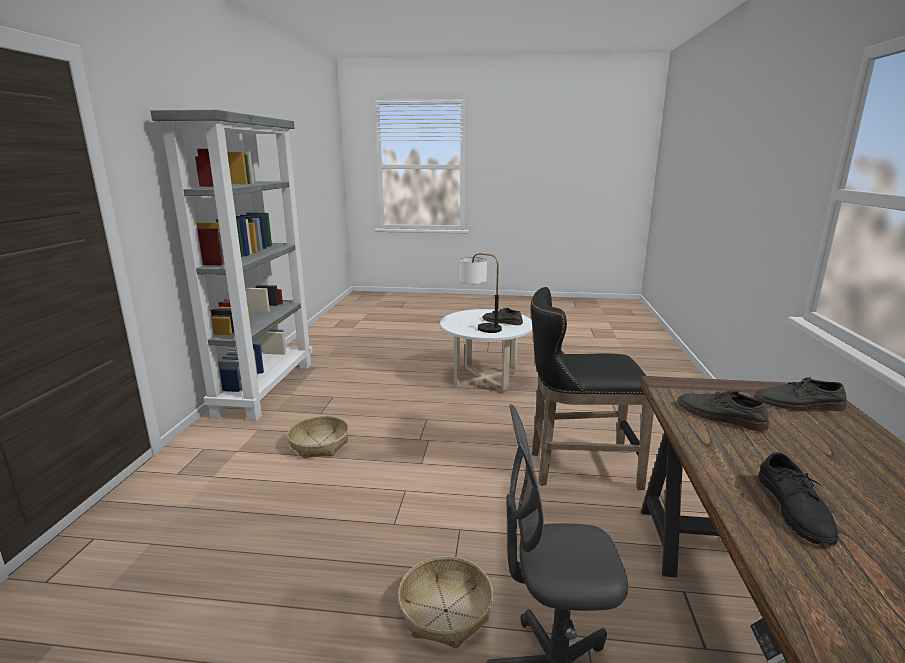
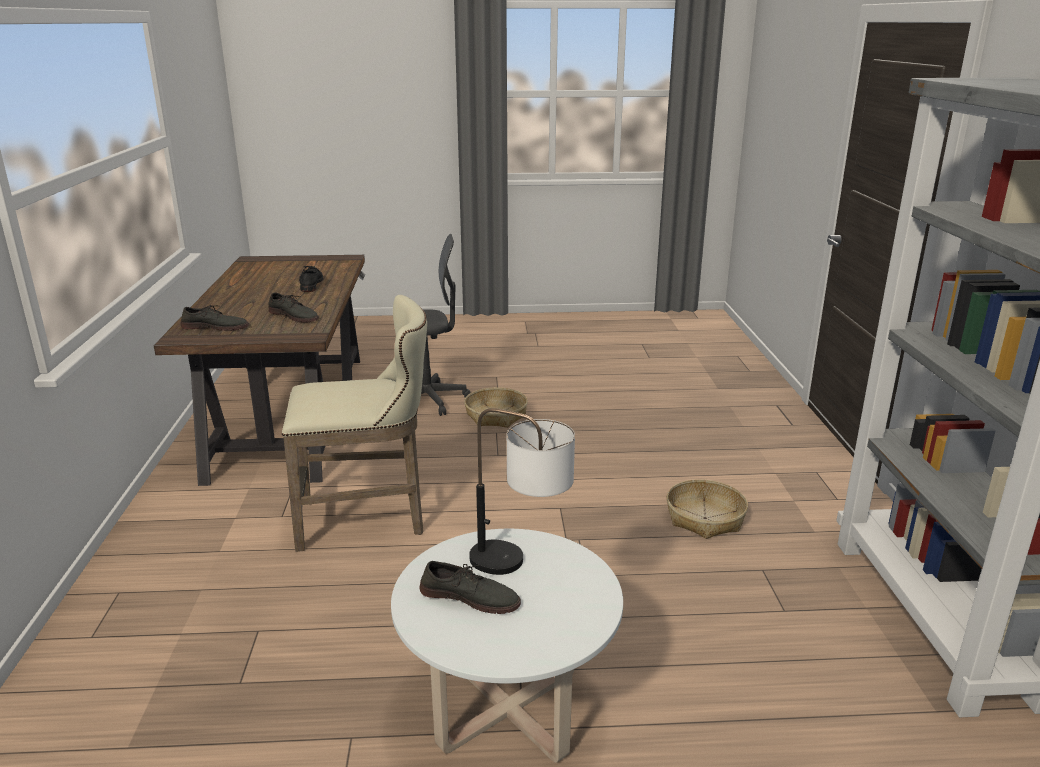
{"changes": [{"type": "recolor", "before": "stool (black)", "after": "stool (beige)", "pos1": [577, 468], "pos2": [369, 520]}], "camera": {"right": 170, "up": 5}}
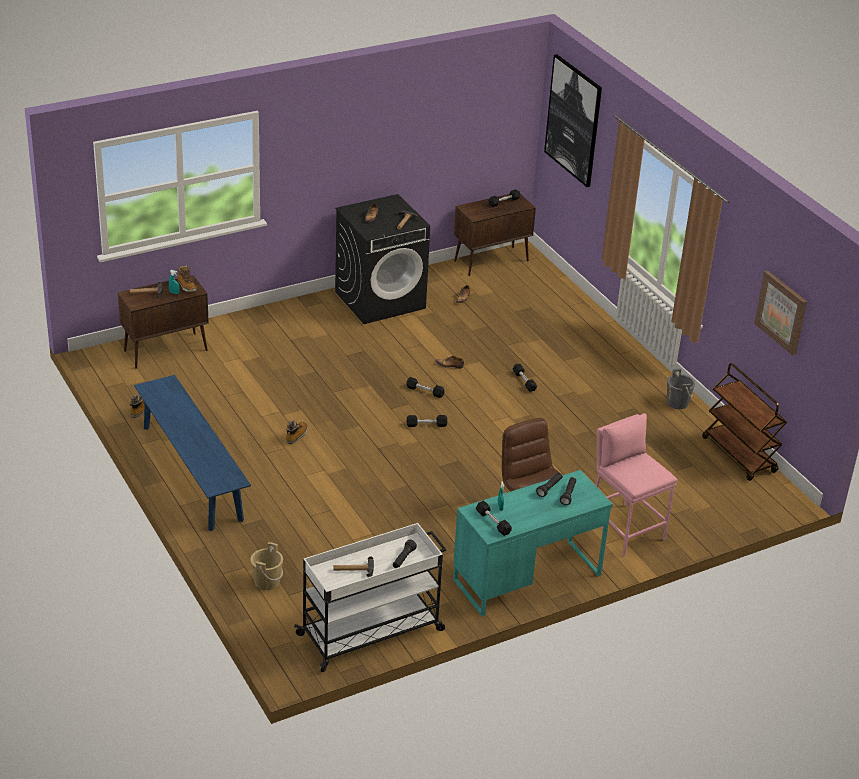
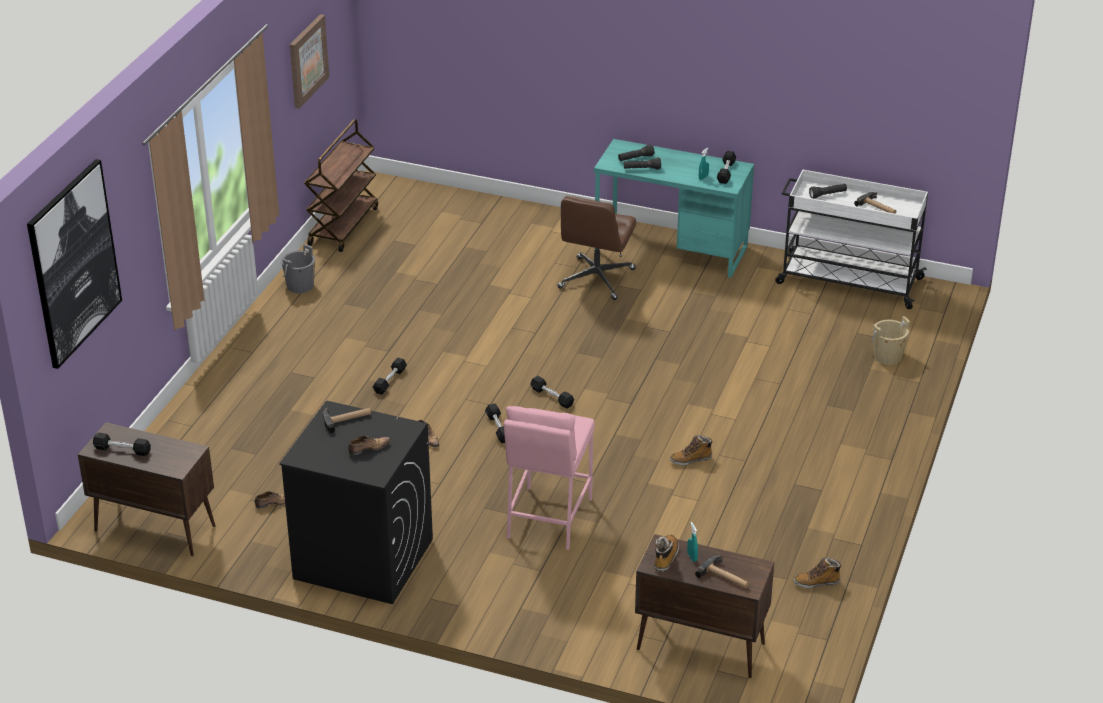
{"changes": [{"type": "move", "before": "stool (pink)", "pos1": [625, 529], "pos2": [548, 518]}, {"type": "delete", "before": "bench (blue)", "pos1": [192, 472]}], "camera": {"right": -130, "up": 0}}
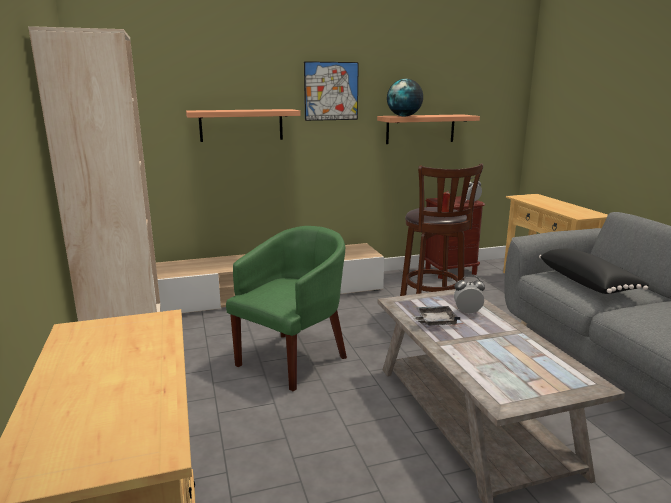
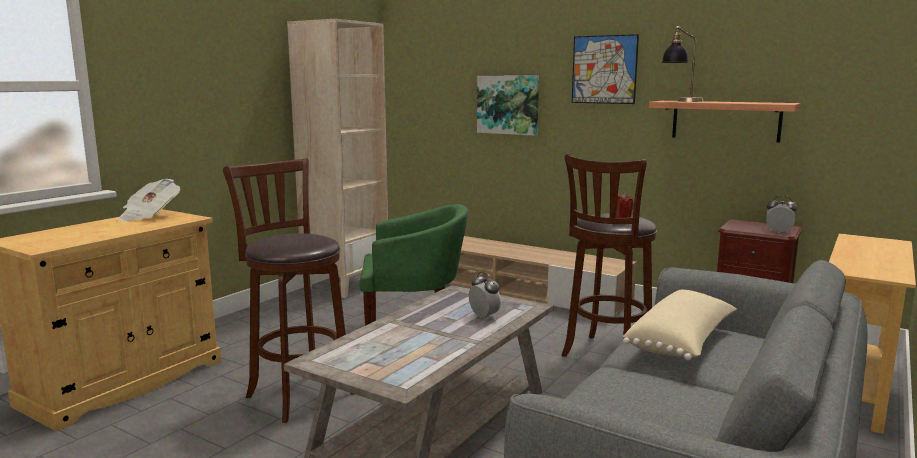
{"changes": [{"type": "insert", "after": "newspaper", "pos2": [149, 216]}, {"type": "insert", "after": "stool (brown)", "pos2": [298, 393]}, {"type": "replace", "before": "shelf", "after": "picture", "pos1": [241, 125], "pos2": [508, 104]}, {"type": "recolor", "before": "pillow (black)", "after": "pillow (beige)", "pos1": [588, 282], "pos2": [683, 342]}, {"type": "replace", "before": "globe", "after": "table lamp", "pos1": [404, 116], "pos2": [681, 101]}, {"type": "delete", "before": "tray (grey)", "pos1": [434, 321]}], "camera": {"right": 50, "up": -5}}
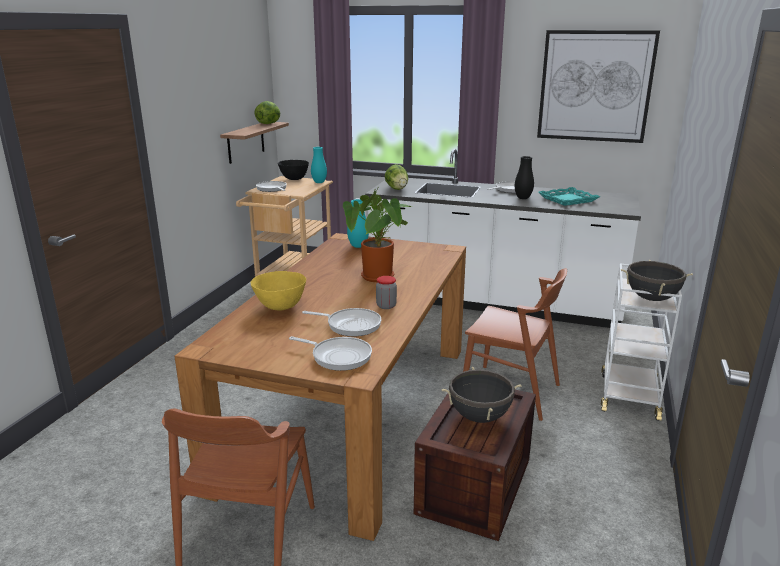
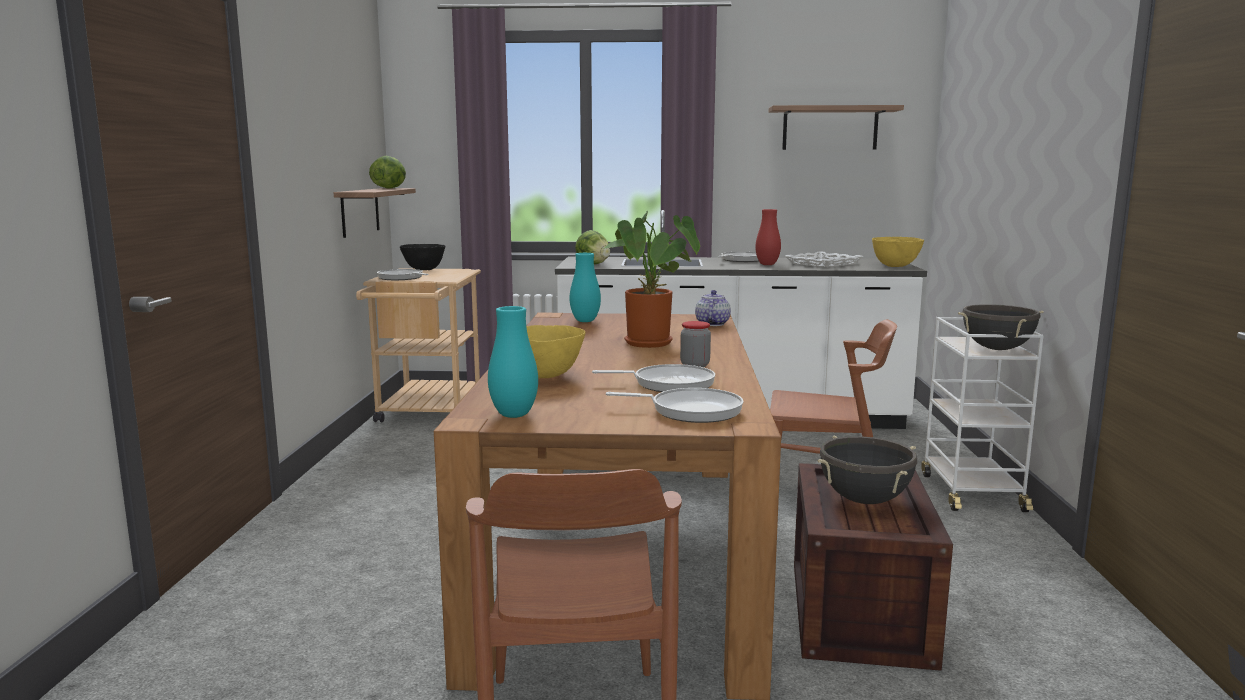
{"changes": [{"type": "move", "before": "vase (turquoise)", "pos1": [319, 182], "pos2": [514, 415]}, {"type": "insert", "after": "teapot", "pos2": [712, 324]}, {"type": "recolor", "before": "vase (black)", "after": "vase (red)", "pos1": [523, 198], "pos2": [767, 264]}, {"type": "replace", "before": "picture", "after": "shelf", "pos1": [595, 86], "pos2": [830, 128]}, {"type": "recolor", "before": "tray (turquoise)", "after": "tray (white)", "pos1": [567, 200], "pos2": [823, 264]}, {"type": "insert", "after": "bowl (yellow)", "pos2": [895, 266]}], "camera": {"right": -15, "up": -10}}
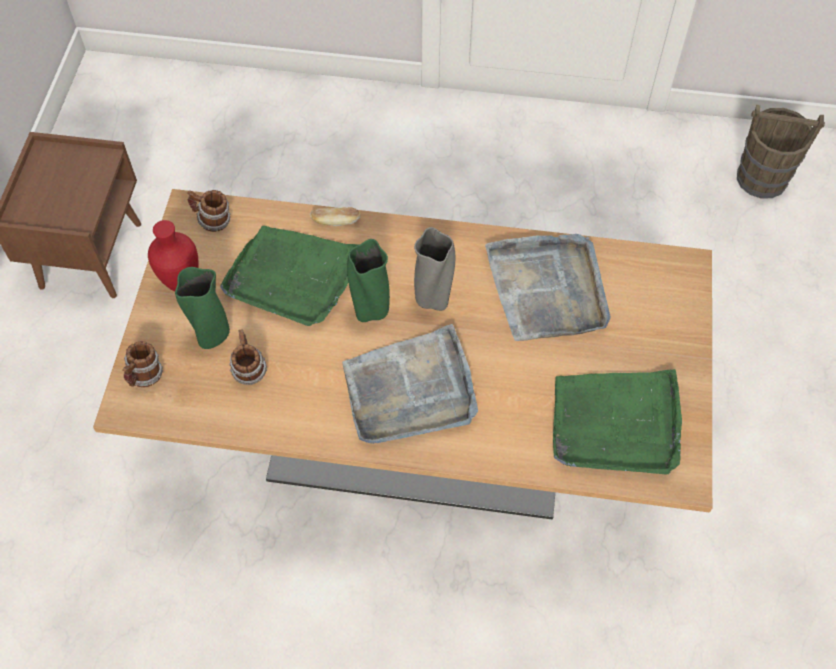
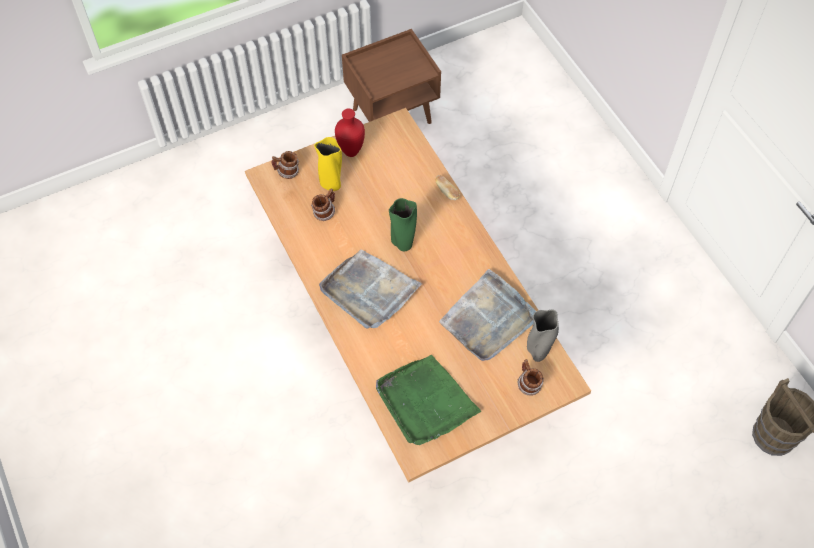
{"changes": [{"type": "recolor", "before": "vase (green)", "after": "vase (yellow)", "pos1": [212, 336], "pos2": [331, 184]}, {"type": "move", "before": "mug", "pos1": [212, 221], "pos2": [528, 384]}, {"type": "move", "before": "vase (grey)", "pos1": [433, 300], "pos2": [538, 352]}, {"type": "delete", "before": "tray (green)", "pos1": [293, 277]}], "camera": {"right": 55, "up": 0}}
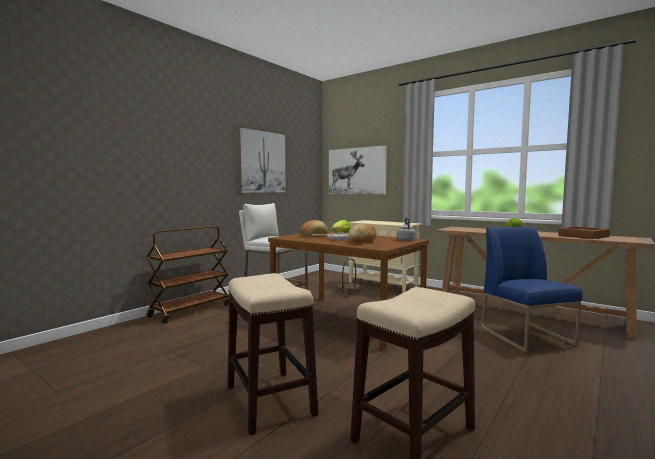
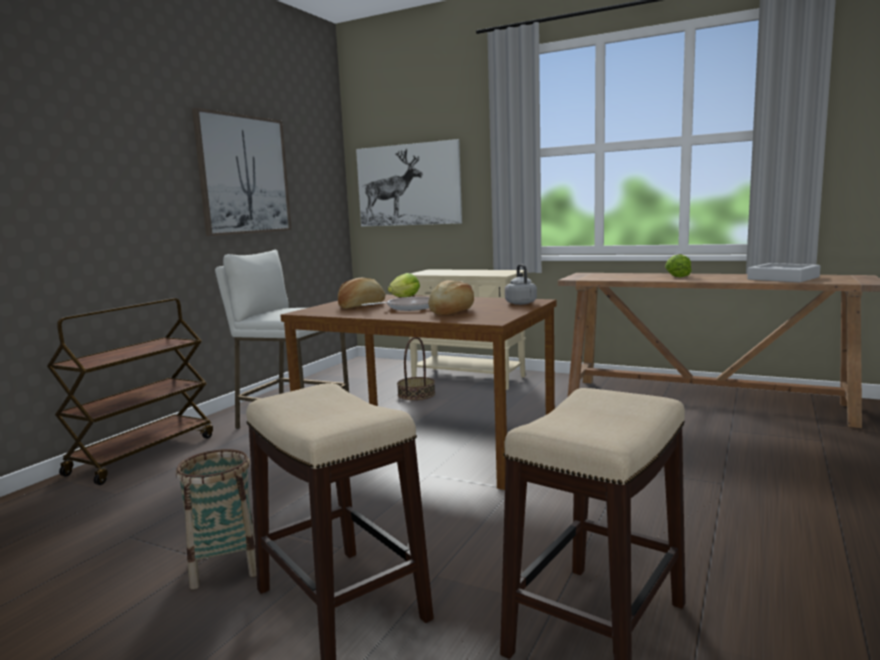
{"changes": [{"type": "insert", "after": "basket", "pos2": [224, 566]}, {"type": "recolor", "before": "tray (brown)", "after": "tray (grey)", "pos1": [583, 236], "pos2": [783, 278]}, {"type": "delete", "before": "chair (blue)", "pos1": [527, 336]}], "camera": {"right": -10, "up": 5}}
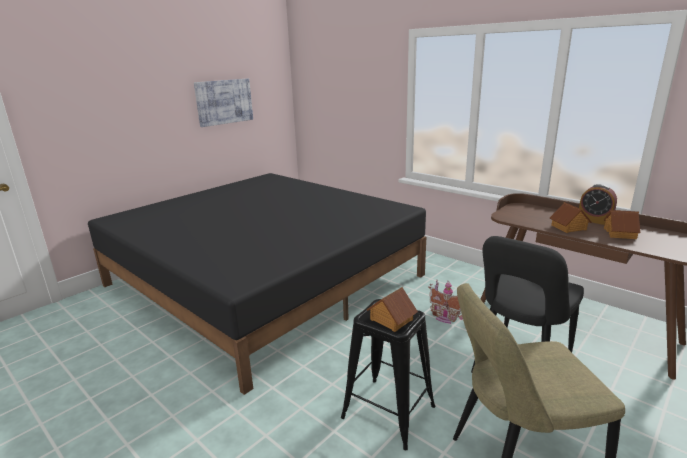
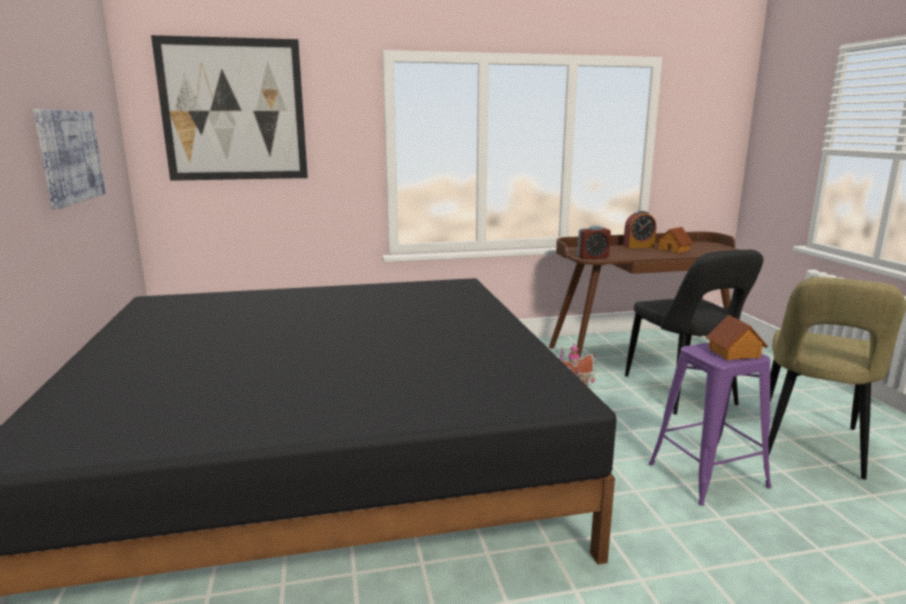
{"changes": [{"type": "insert", "after": "picture", "pos2": [233, 110]}, {"type": "insert", "after": "alarm clock", "pos2": [592, 257]}, {"type": "recolor", "before": "stool (black)", "after": "stool (purple)", "pos1": [388, 412], "pos2": [707, 475]}, {"type": "delete", "before": "toy house", "pos1": [569, 227]}], "camera": {"right": -55, "up": -5}}
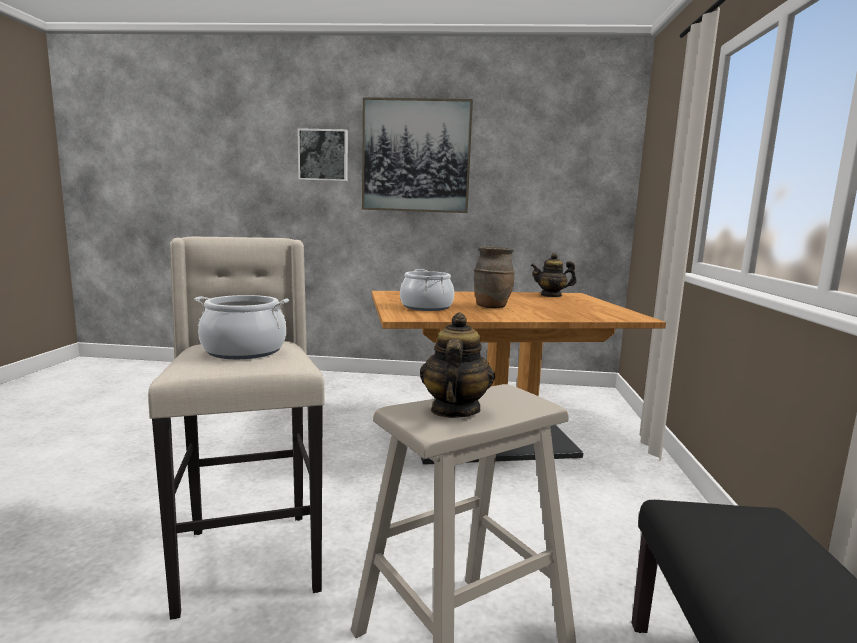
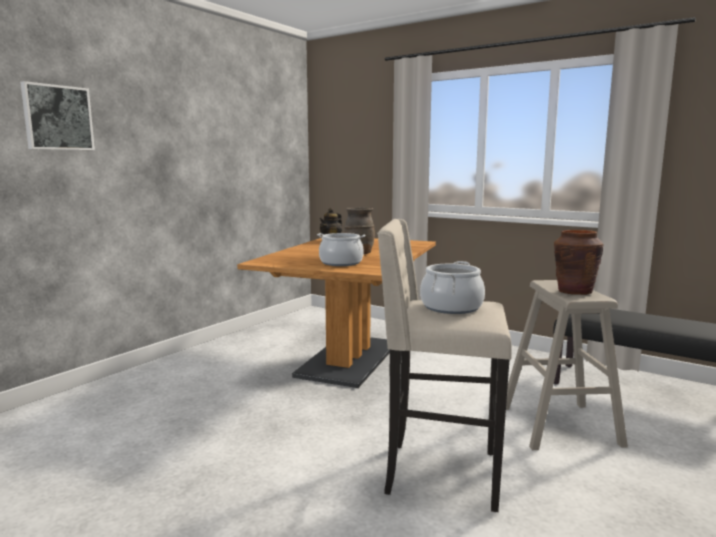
{"changes": [{"type": "replace", "before": "teapot", "after": "vase (brown)", "pos1": [454, 410], "pos2": [574, 292]}, {"type": "delete", "before": "picture", "pos1": [416, 156]}], "camera": {"right": -60, "up": 0}}
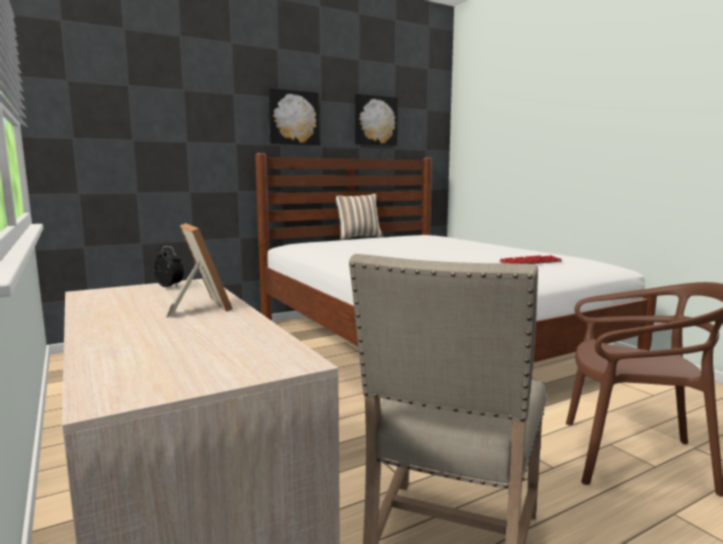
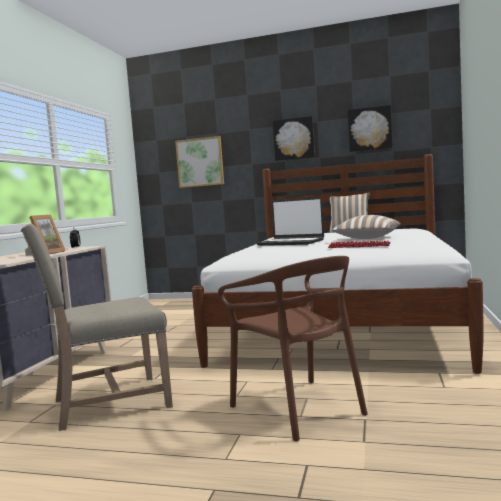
{"changes": [{"type": "insert", "after": "picture", "pos2": [200, 162]}, {"type": "insert", "after": "laptop", "pos2": [291, 243]}, {"type": "insert", "after": "pillow", "pos2": [367, 239]}], "camera": {"right": 45, "up": -5}}
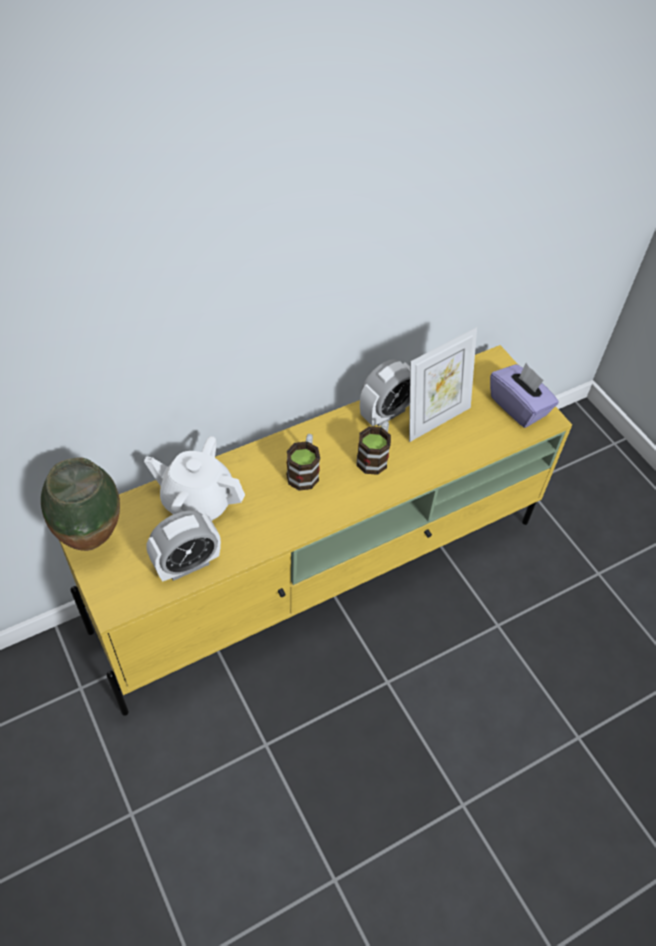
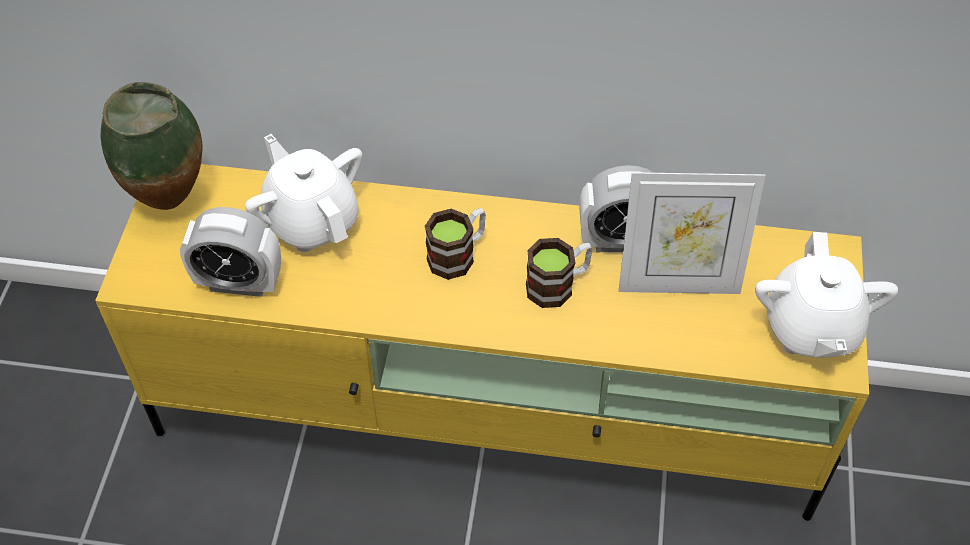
{"changes": [{"type": "replace", "before": "tissue box (purple)", "after": "teapot (white)", "pos1": [518, 406], "pos2": [810, 329]}], "camera": {"right": 40, "up": 0}}
